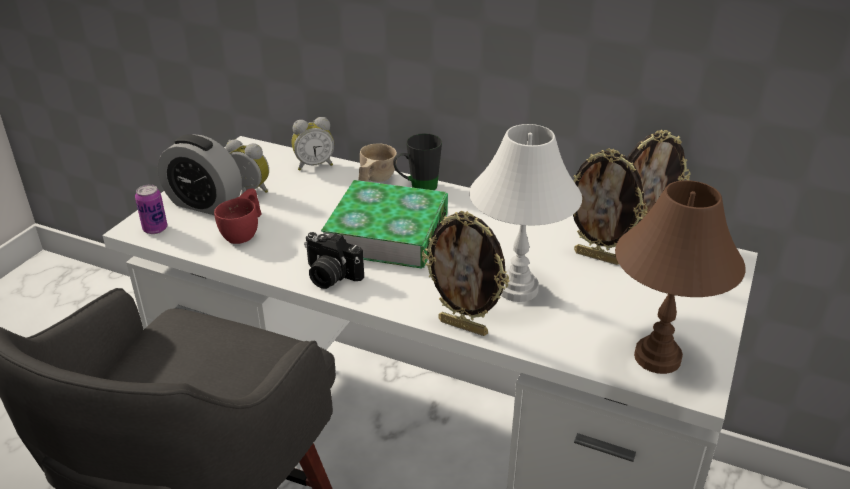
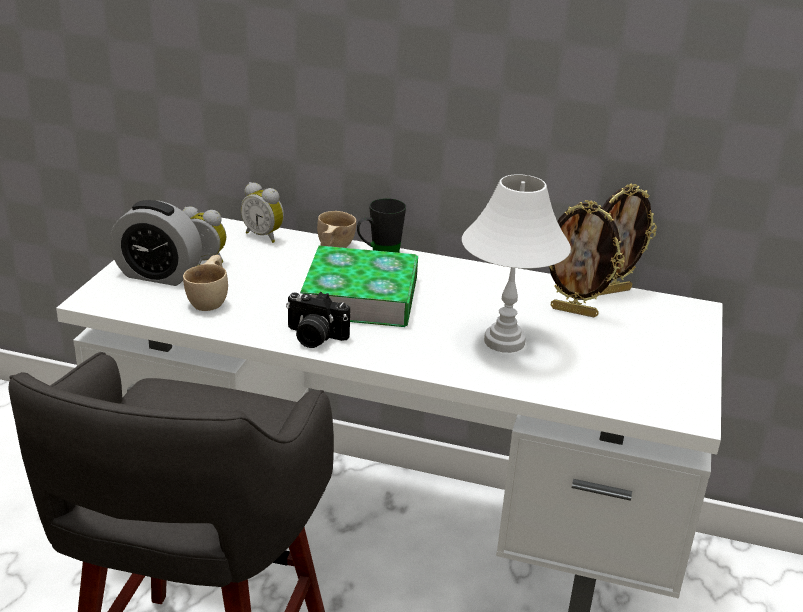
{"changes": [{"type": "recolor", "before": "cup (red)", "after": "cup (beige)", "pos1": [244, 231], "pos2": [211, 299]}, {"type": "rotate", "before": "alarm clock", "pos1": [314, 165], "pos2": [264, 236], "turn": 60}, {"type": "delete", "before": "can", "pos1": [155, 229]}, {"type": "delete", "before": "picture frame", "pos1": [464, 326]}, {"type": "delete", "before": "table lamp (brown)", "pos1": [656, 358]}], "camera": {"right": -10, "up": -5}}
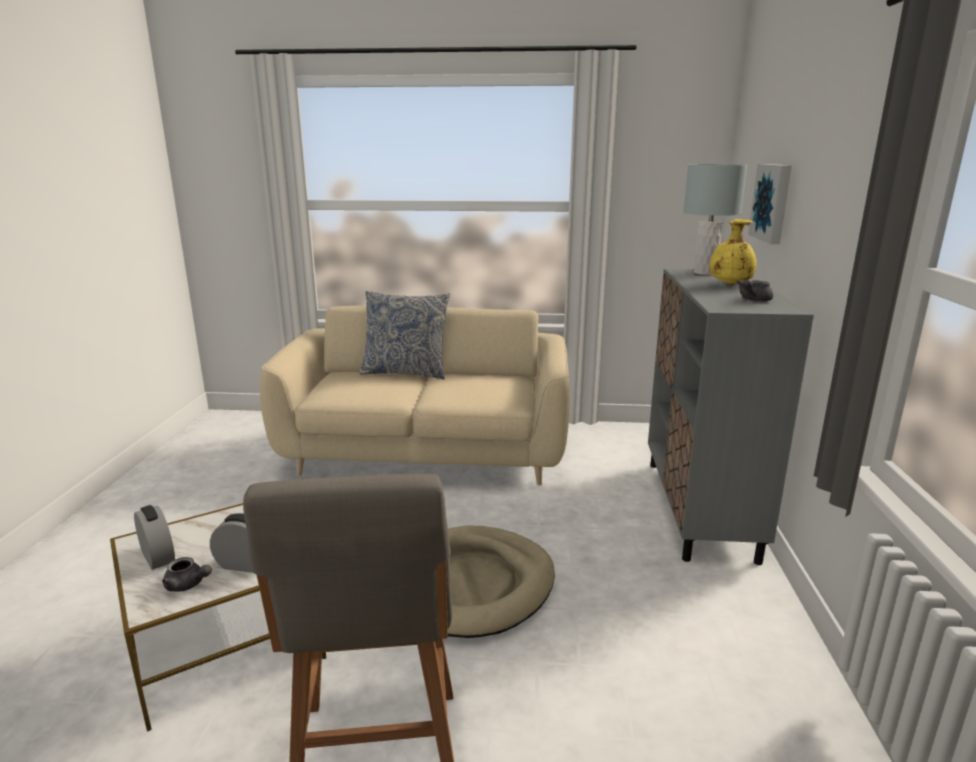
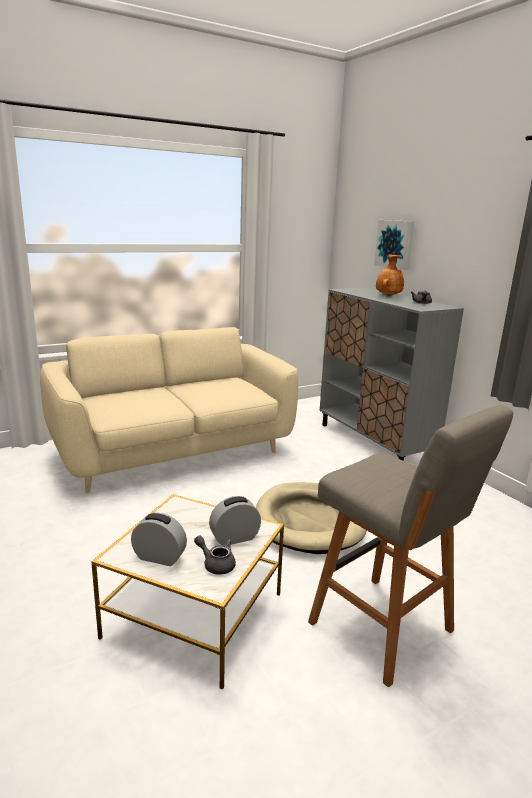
{"changes": [{"type": "rotate", "before": "teapot (grey)", "pos1": [188, 585], "pos2": [216, 564], "turn": -135}, {"type": "recolor", "before": "vase (yellow)", "after": "vase (brown)", "pos1": [729, 284], "pos2": [388, 296]}, {"type": "delete", "before": "pillow", "pos1": [406, 372]}, {"type": "delete", "before": "table lamp (grey)", "pos1": [705, 273]}], "camera": {"right": -35, "up": 0}}
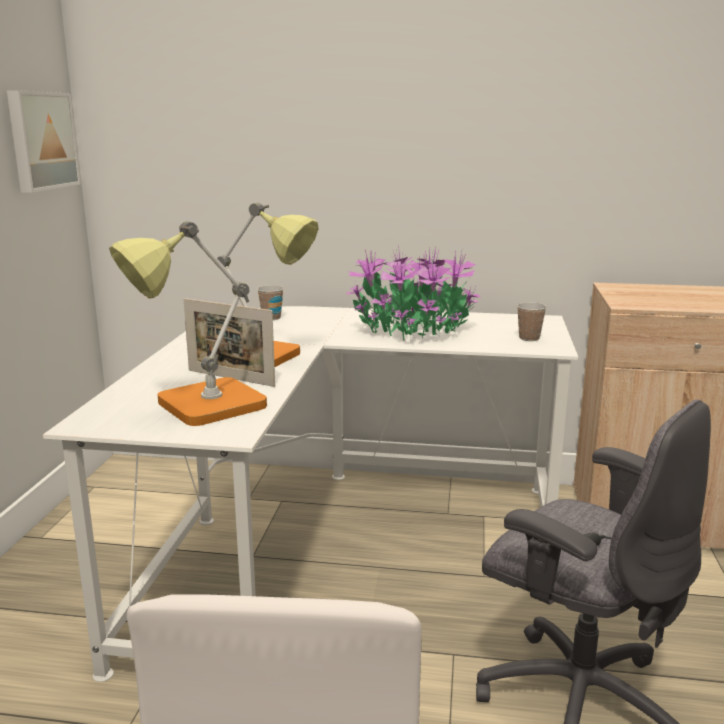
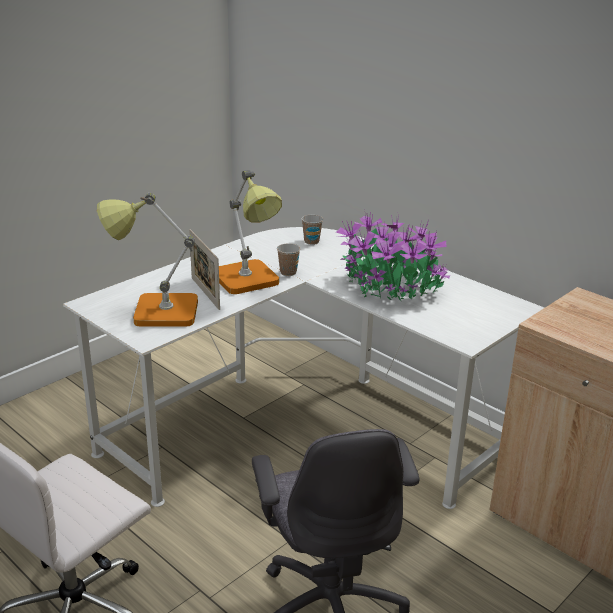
{"changes": [{"type": "move", "before": "cup", "pos1": [529, 338], "pos2": [288, 273]}, {"type": "delete", "before": "picture", "pos1": [41, 141]}], "camera": {"right": 35, "up": 10}}
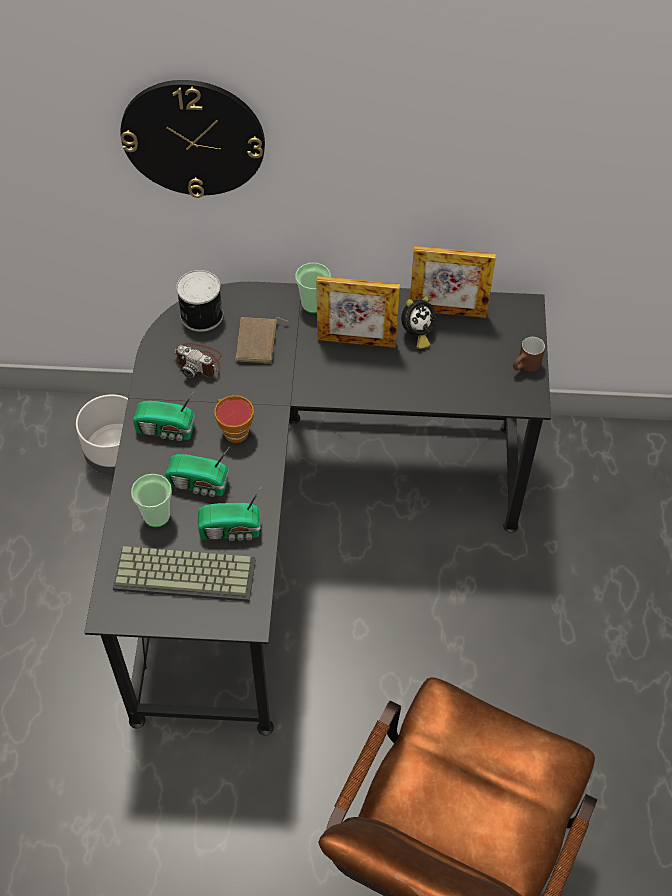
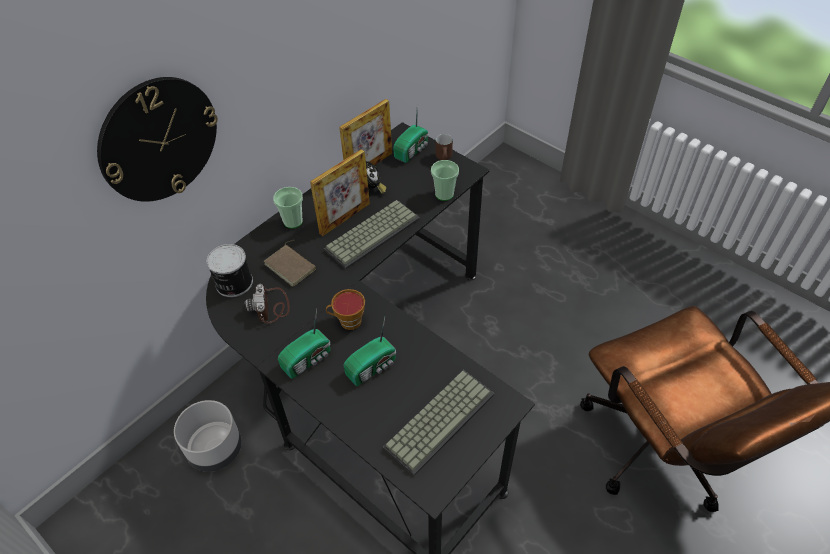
{"changes": [{"type": "rotate", "before": "photo camera", "pos1": [199, 361], "pos2": [271, 307], "turn": 105}, {"type": "insert", "after": "keyboard", "pos2": [372, 233]}, {"type": "move", "before": "radio", "pos1": [232, 530], "pos2": [412, 150]}, {"type": "move", "before": "cup", "pos1": [156, 516], "pos2": [444, 194]}], "camera": {"right": -50, "up": -5}}
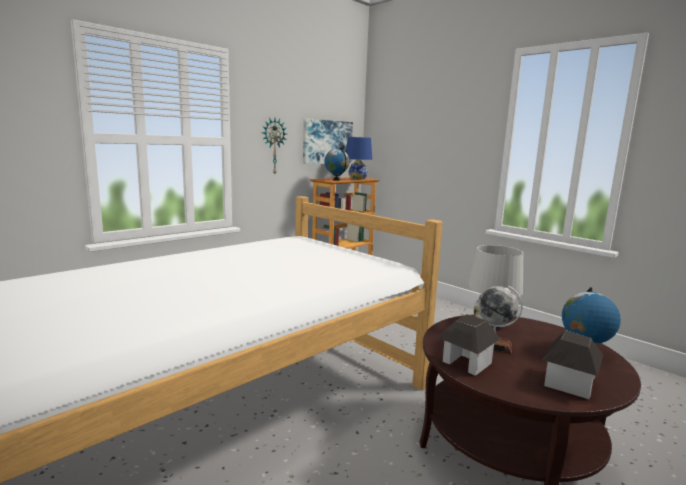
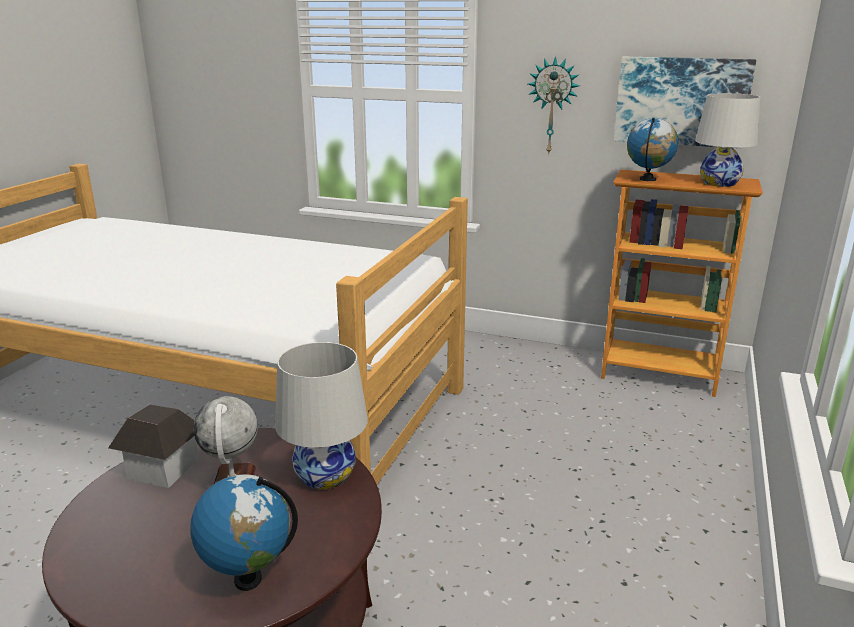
{"changes": [{"type": "recolor", "before": "table lamp (blue)", "after": "table lamp (white)", "pos1": [357, 178], "pos2": [719, 183]}, {"type": "delete", "before": "toy house", "pos1": [568, 383]}], "camera": {"right": 65, "up": 10}}
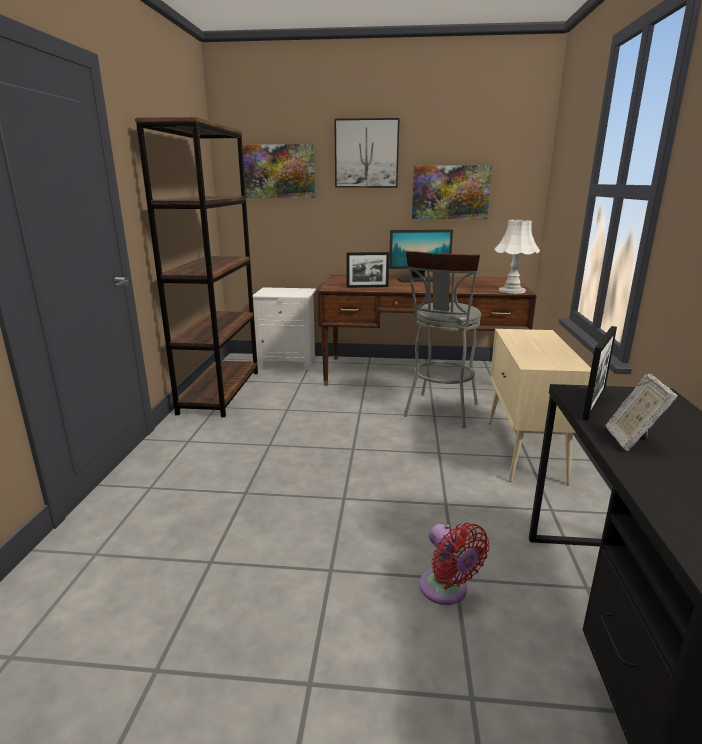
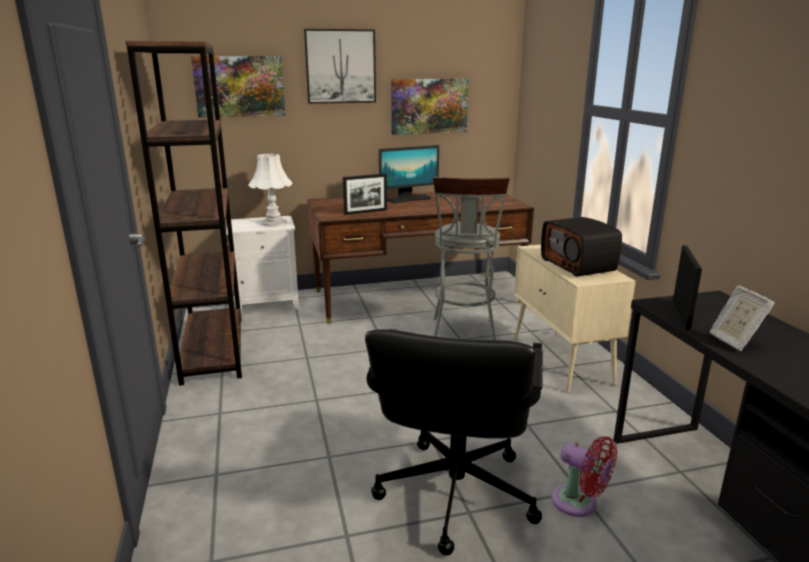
{"changes": [{"type": "move", "before": "table lamp (white)", "pos1": [511, 291], "pos2": [273, 223]}, {"type": "insert", "after": "office chair (black)", "pos2": [454, 494]}, {"type": "insert", "after": "radio", "pos2": [579, 265]}], "camera": {"right": -20, "up": 0}}
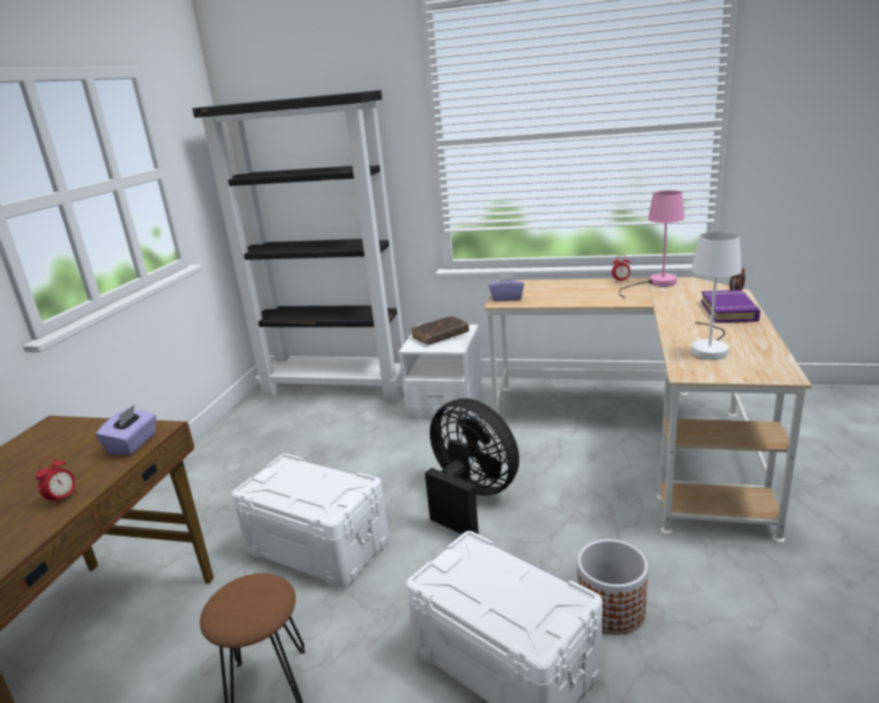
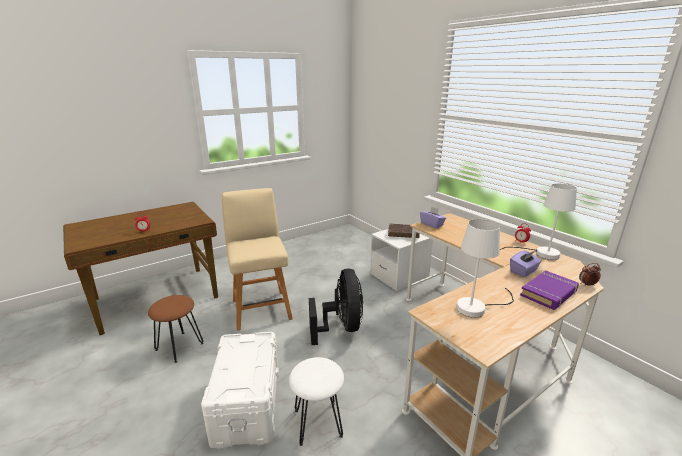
{"changes": [{"type": "replace", "before": "storage box (white)", "after": "chair (beige)", "pos1": [318, 545], "pos2": [261, 308]}, {"type": "replace", "before": "planter", "after": "stool (white)", "pos1": [610, 609], "pos2": [317, 423]}, {"type": "recolor", "before": "table lamp (pink)", "after": "table lamp (white)", "pos1": [655, 284], "pos2": [539, 254]}, {"type": "move", "before": "tissue box (purple)", "pos1": [133, 444], "pos2": [523, 271]}, {"type": "delete", "before": "bookcase (black)", "pos1": [338, 387]}], "camera": {"right": 40, "up": 0}}
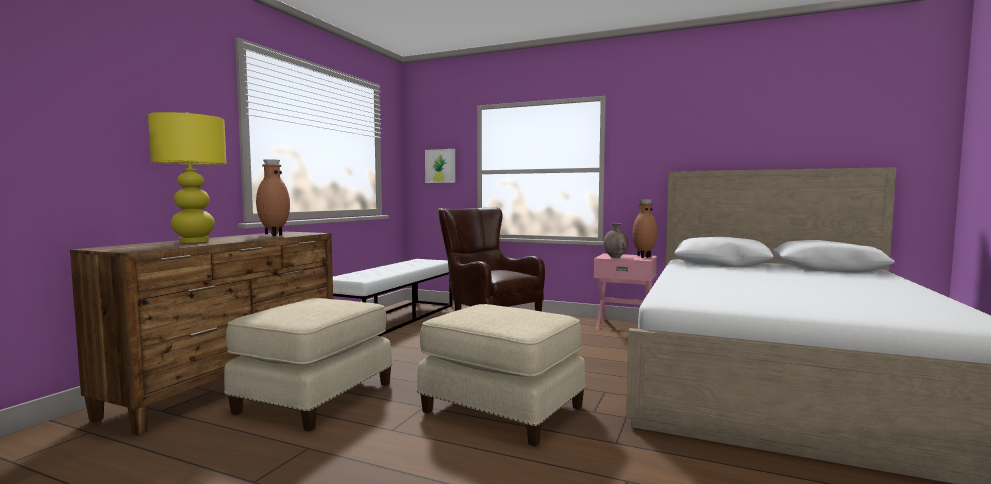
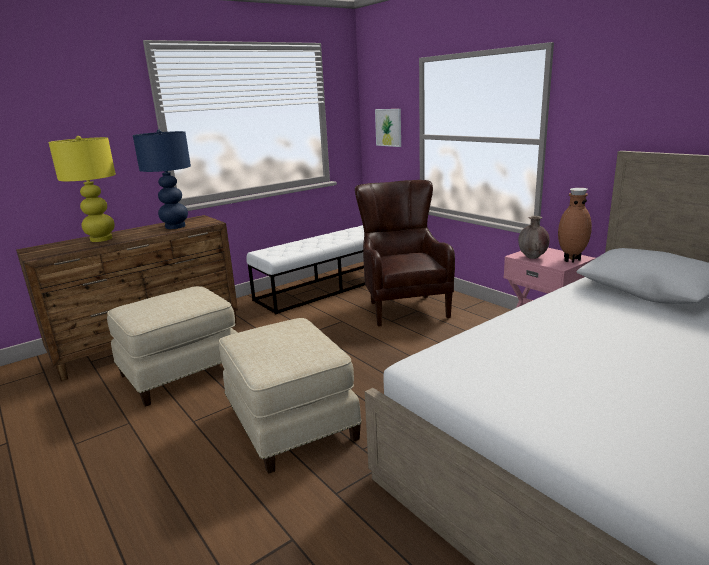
{"changes": [{"type": "replace", "before": "vase (brown)", "after": "table lamp (blue)", "pos1": [273, 235], "pos2": [175, 226]}], "camera": {"right": 30, "up": 15}}
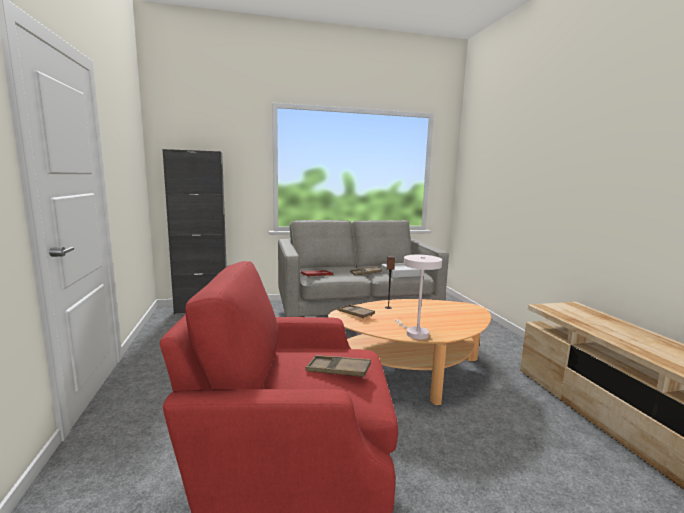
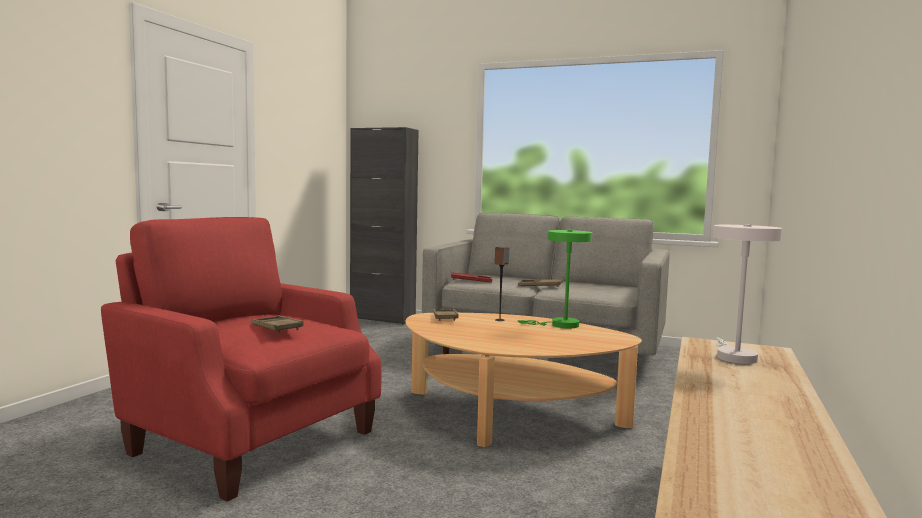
{"changes": [{"type": "insert", "after": "table lamp (green)", "pos2": [560, 325]}, {"type": "move", "before": "table lamp (white)", "pos1": [414, 333], "pos2": [734, 356]}, {"type": "delete", "before": "tray (grey)", "pos1": [399, 273]}], "camera": {"right": 35, "up": -5}}
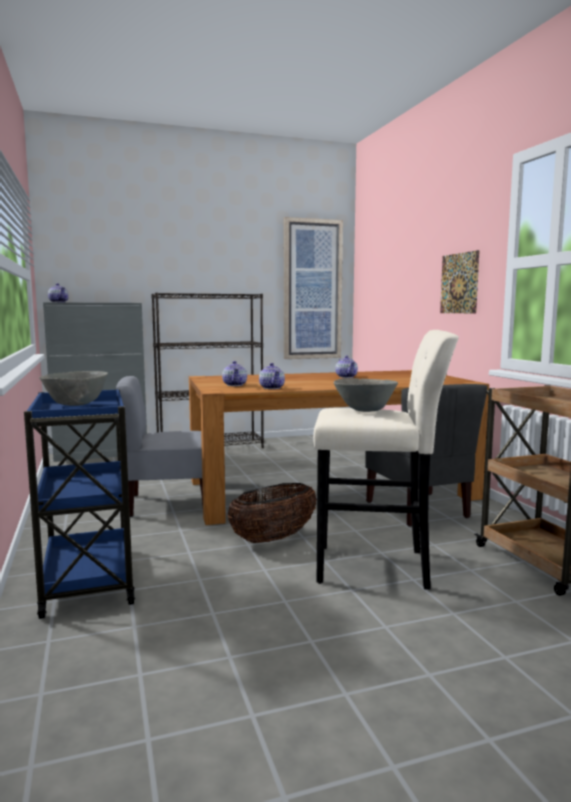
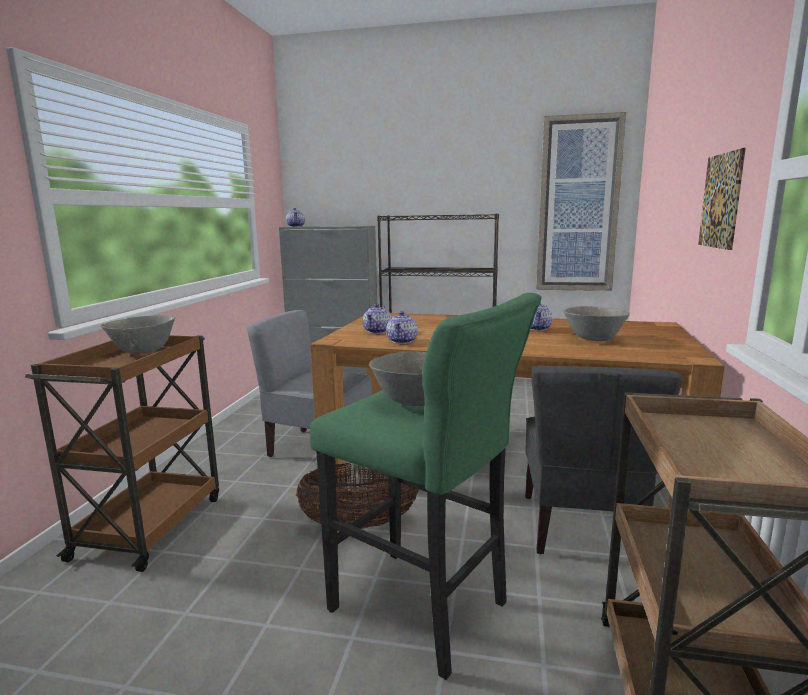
{"changes": [{"type": "recolor", "before": "cart (blue)", "after": "cart (brown)", "pos1": [88, 579], "pos2": [151, 525]}, {"type": "recolor", "before": "stool (beige)", "after": "stool (green)", "pos1": [378, 567], "pos2": [425, 611]}, {"type": "insert", "after": "bowl (grey)", "pos2": [593, 340]}], "camera": {"right": 30, "up": 5}}
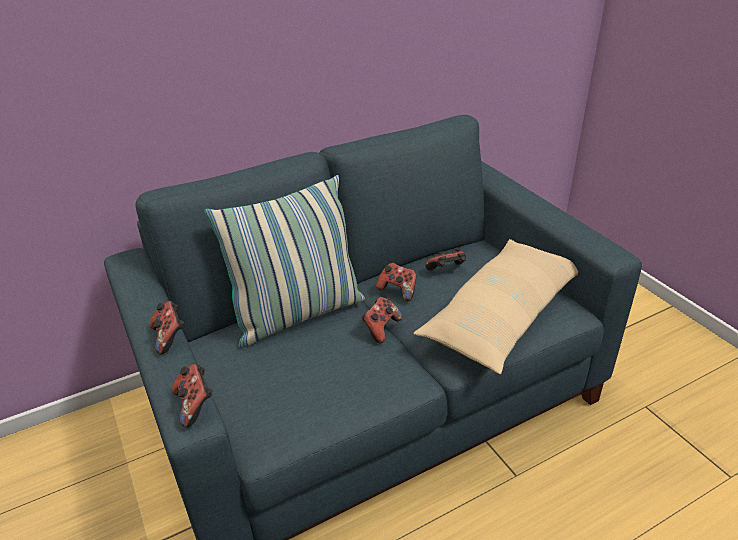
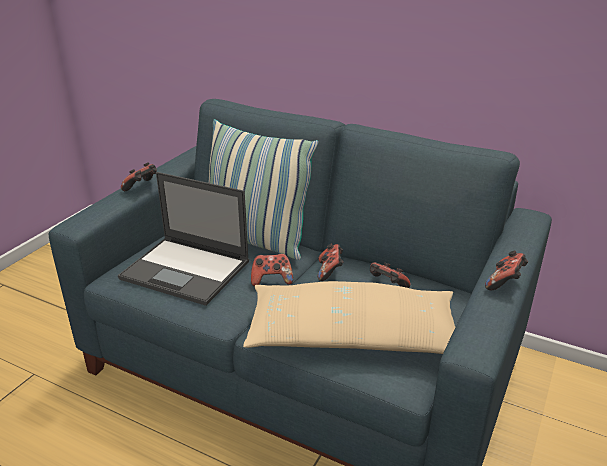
{"changes": [{"type": "insert", "after": "laptop", "pos2": [187, 270]}, {"type": "move", "before": "game controller", "pos1": [195, 404], "pos2": [504, 283]}], "camera": {"right": 55, "up": -5}}
